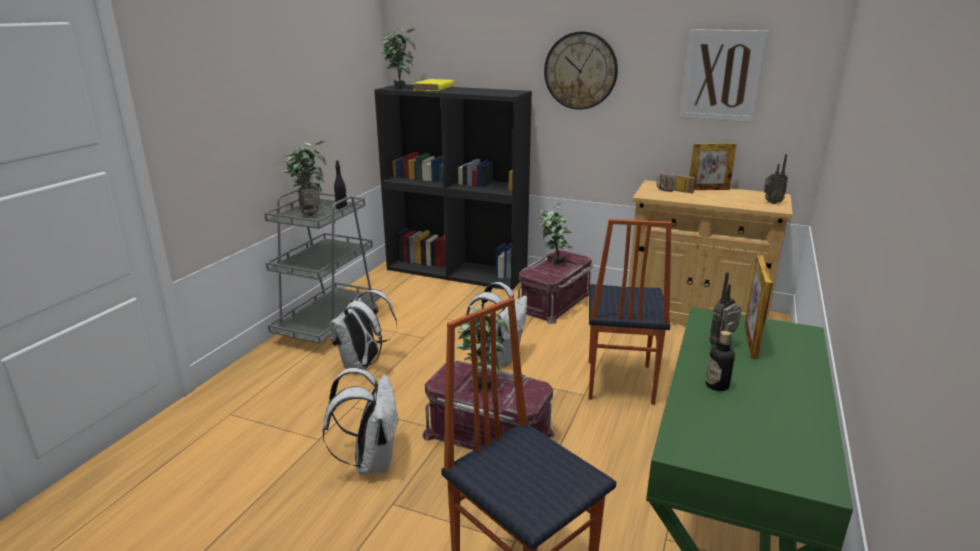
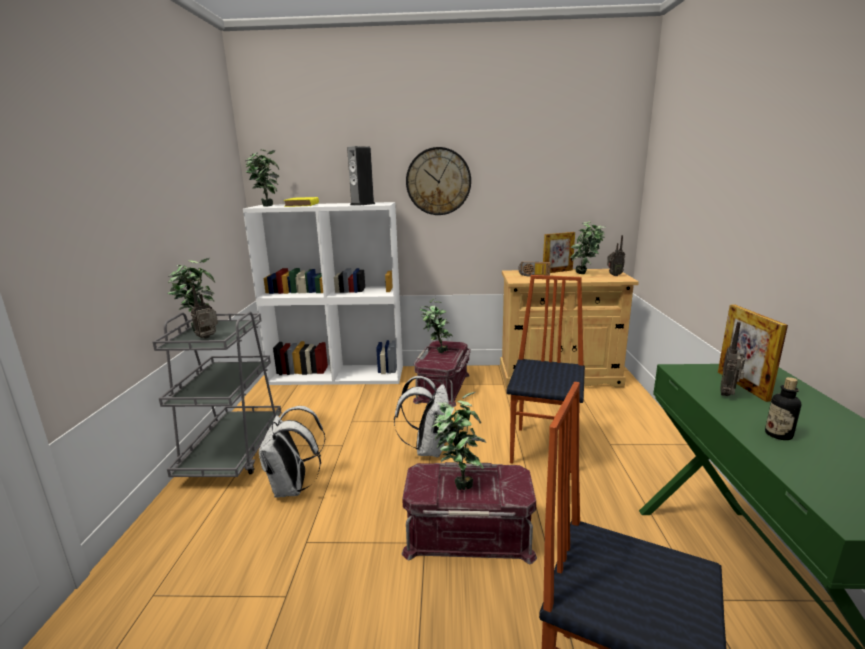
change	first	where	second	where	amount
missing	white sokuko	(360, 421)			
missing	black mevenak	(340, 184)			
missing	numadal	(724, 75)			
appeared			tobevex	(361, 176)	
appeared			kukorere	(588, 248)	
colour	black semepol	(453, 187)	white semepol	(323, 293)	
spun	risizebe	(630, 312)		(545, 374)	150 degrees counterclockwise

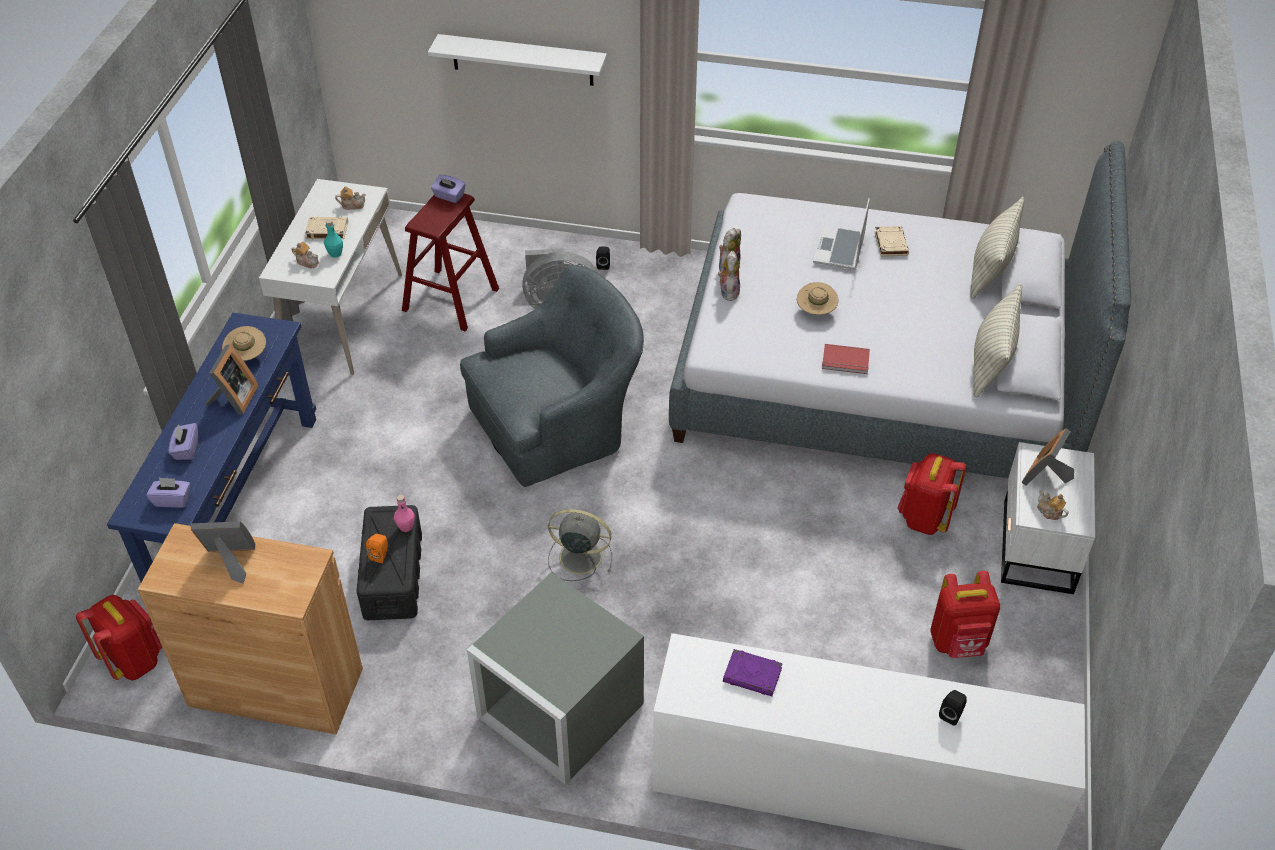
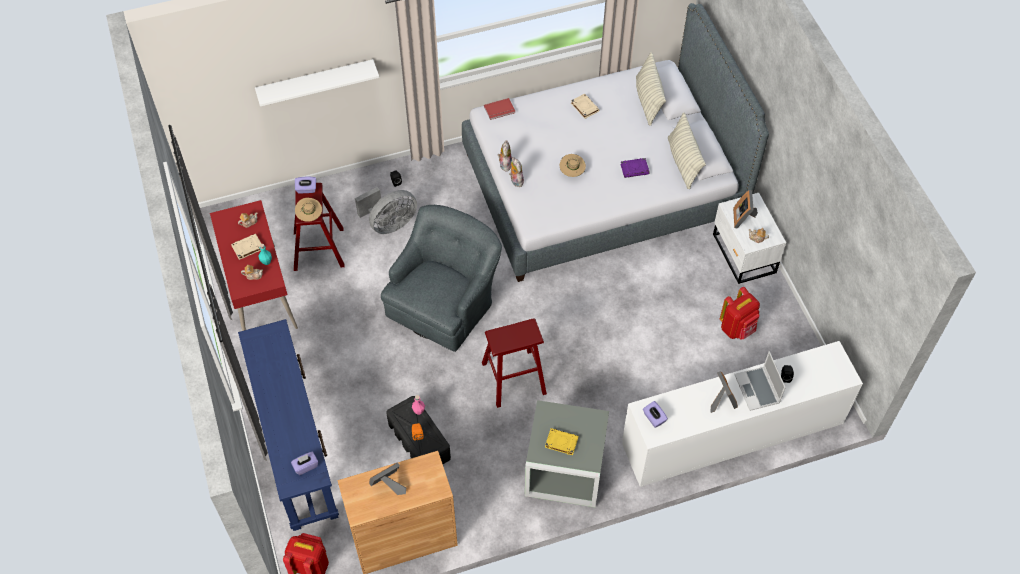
change	first	where	second	where	amount
missing	red sokuko	(931, 494)			
appeared			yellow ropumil	(562, 441)	
relocated	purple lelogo	(183, 441)		(655, 414)	
relocated	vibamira	(232, 380)		(724, 392)	
relocated	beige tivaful	(244, 343)		(308, 210)	
relocated	purple ropumil	(753, 672)		(635, 168)	
relocated	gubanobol	(841, 234)		(760, 381)	
relocated	red ropumil	(846, 359)		(499, 109)	
exchanged	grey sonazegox	(580, 545)	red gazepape	(514, 363)	
colour	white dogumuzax	(330, 277)	red dogumuzax	(254, 265)	

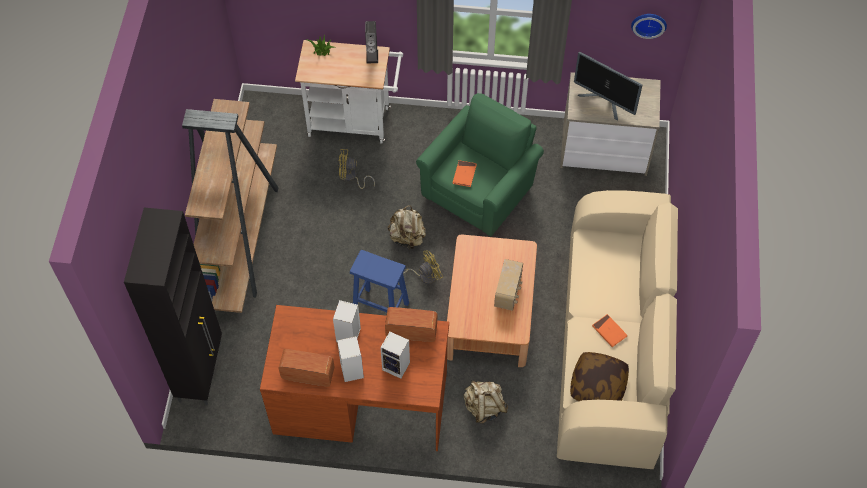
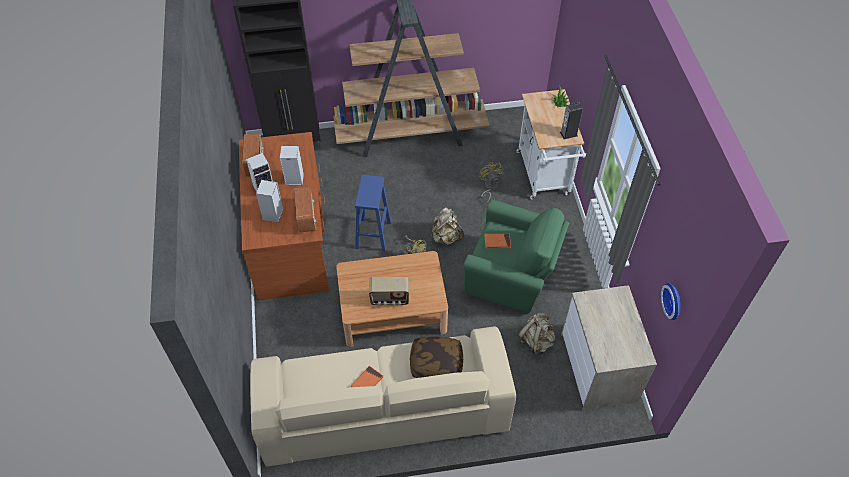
change	first	where	second	where	amount
missing	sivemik	(608, 85)			
relocated	beige sokuko	(486, 402)		(537, 335)	
relocated	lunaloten	(599, 376)		(436, 357)	

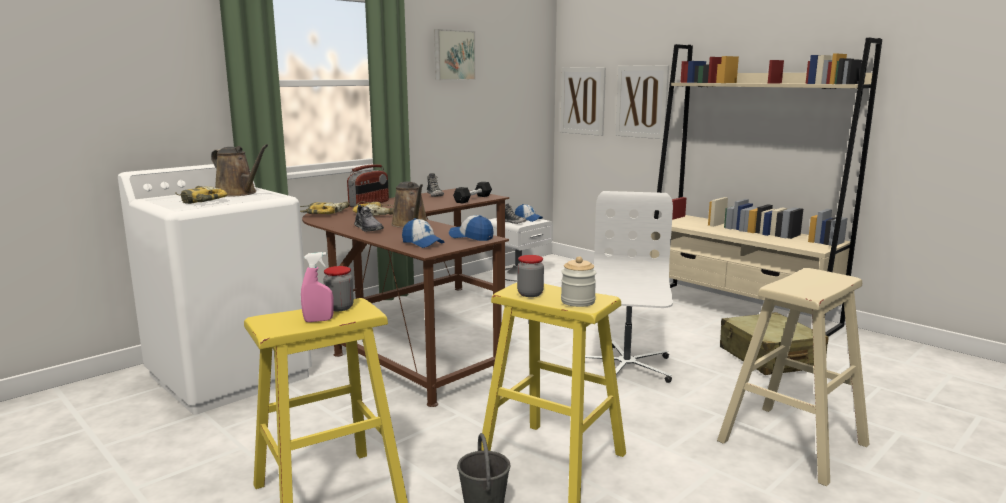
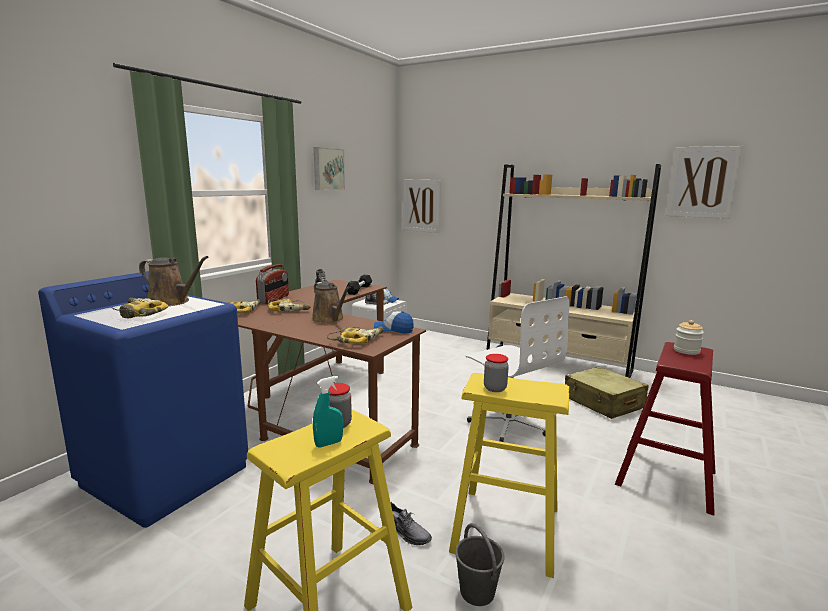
change	first	where	second	where	amount
relocated	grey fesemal	(369, 218)		(411, 523)	
relocated	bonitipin	(578, 282)		(689, 337)	
relocated	numadal	(642, 102)		(704, 182)	
exchanged	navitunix	(423, 233)	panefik	(355, 335)	
colour	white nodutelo	(215, 289)	blue nodutelo	(143, 399)	
colour	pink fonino	(317, 287)	turquoise fonino	(328, 411)	
colour	beige gazepape	(793, 377)	red gazepape	(665, 428)	
spun	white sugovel	(629, 287)		(517, 369)	150 degrees clockwise

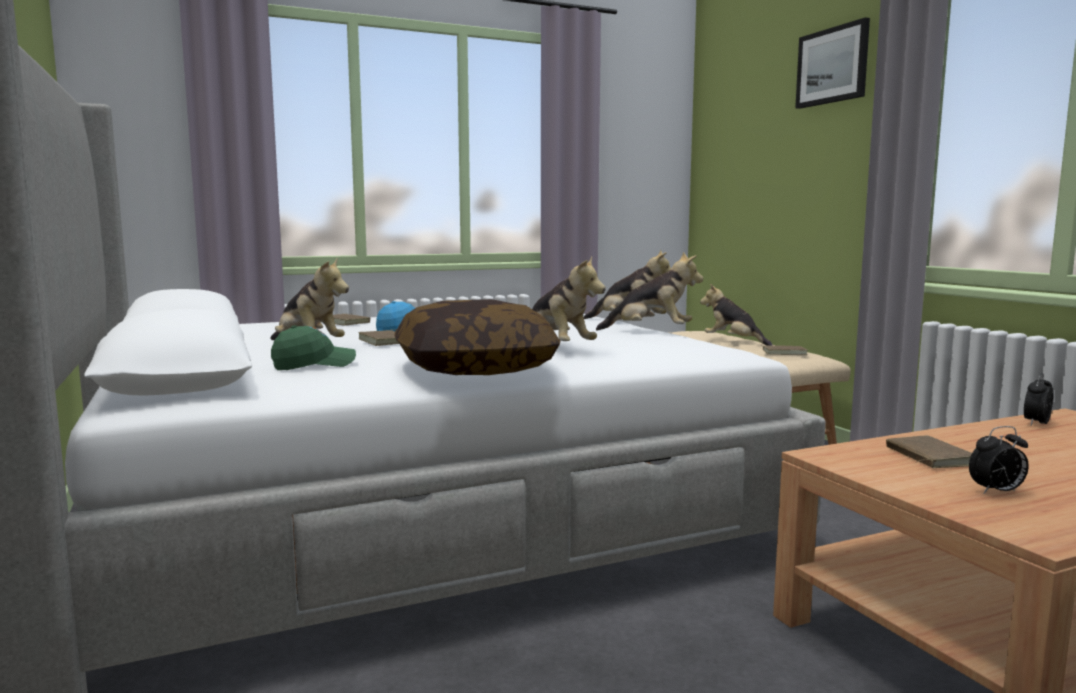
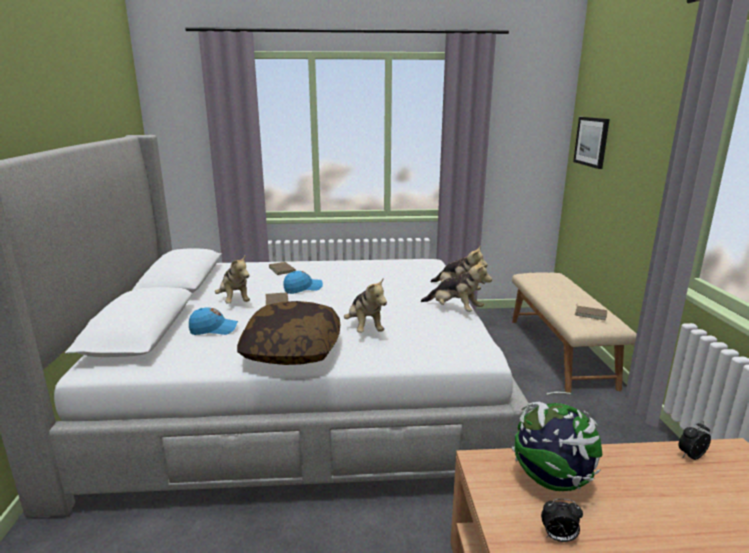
change	first	where	second	where	amount
missing	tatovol	(736, 314)			
relocated	numadal	(832, 63)		(591, 143)	
exchanged	brown ropumil	(929, 451)	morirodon	(557, 442)	
colour	green navitunix	(313, 347)	blue navitunix	(213, 321)	

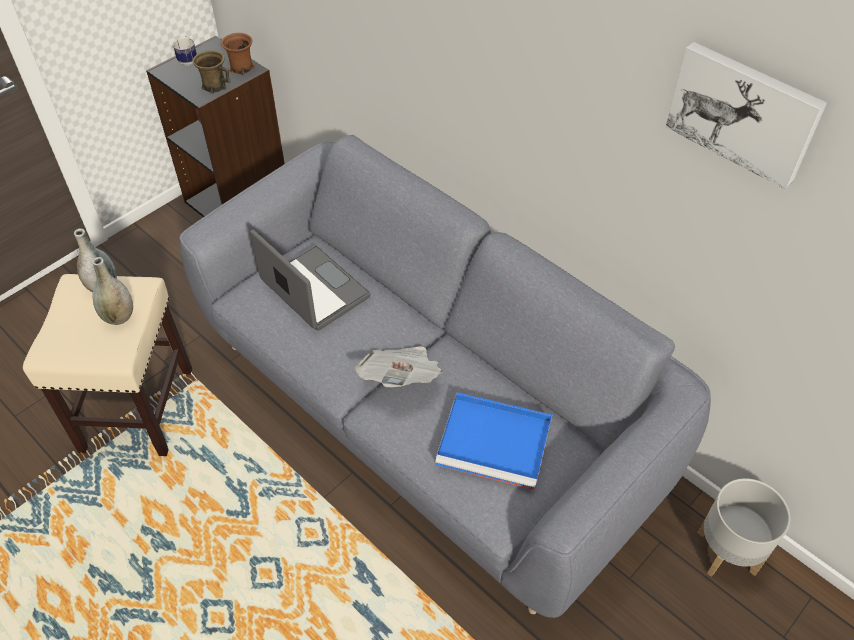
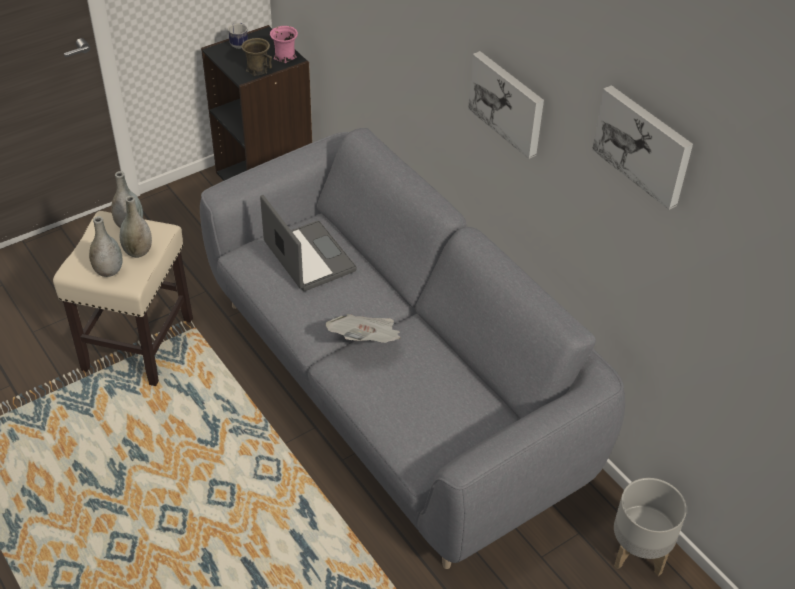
change	first	where	second	where	amount
missing	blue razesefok	(493, 441)			
appeared			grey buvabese	(106, 246)	
appeared			numadal	(506, 105)	
colour	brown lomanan	(238, 54)	pink lomanan	(284, 44)	

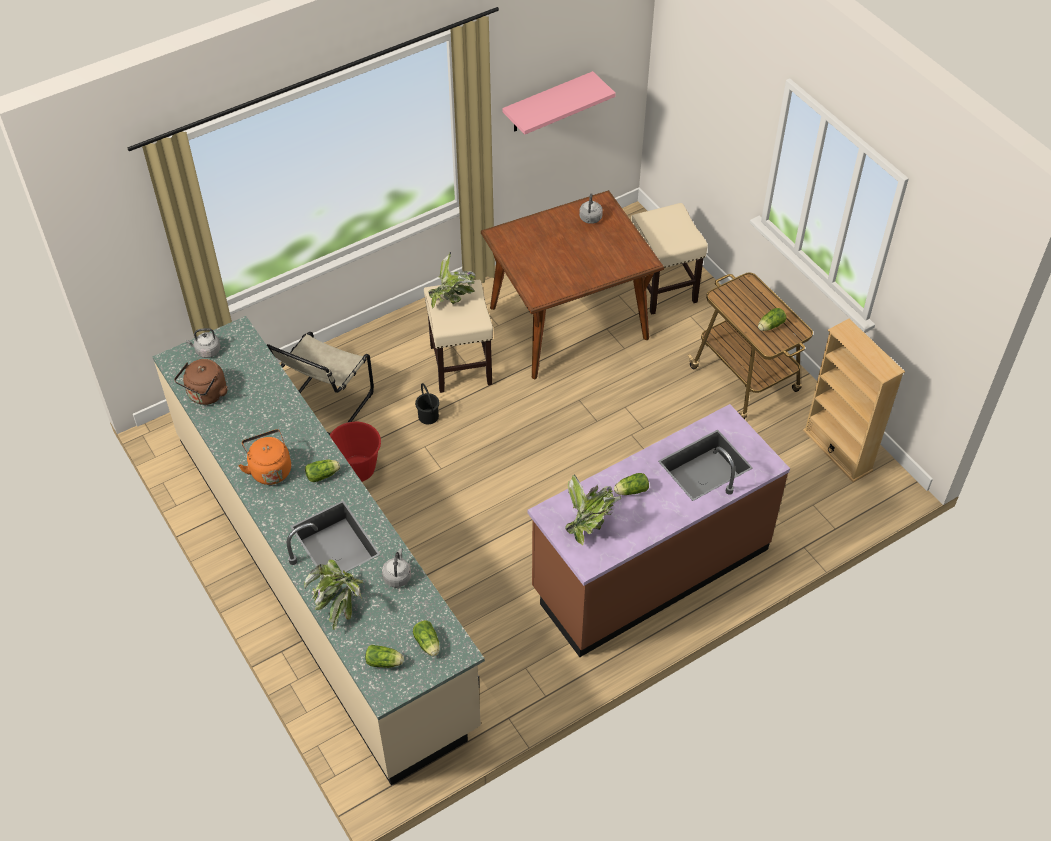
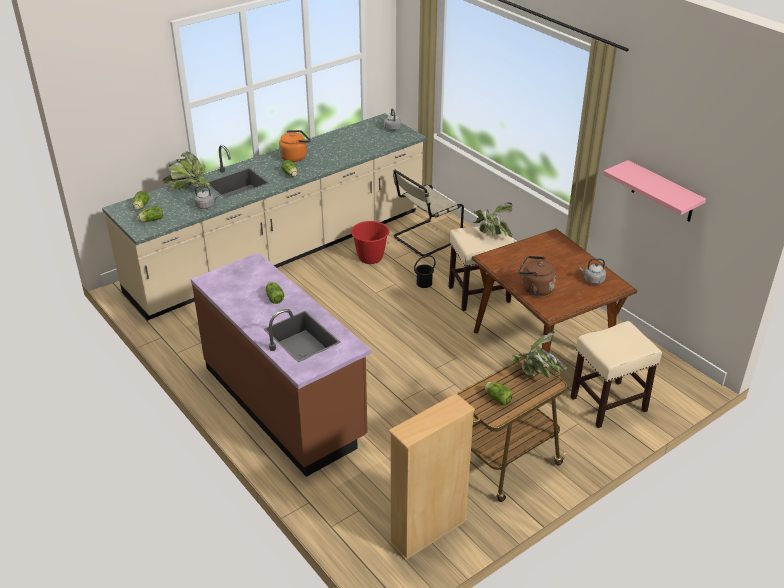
change	first	where	second	where	amount
relocated	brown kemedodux	(201, 382)		(537, 276)	
relocated	kukorere	(593, 510)		(537, 354)	
spun	beige risizebe	(320, 383)		(428, 213)	60 degrees counterclockwise

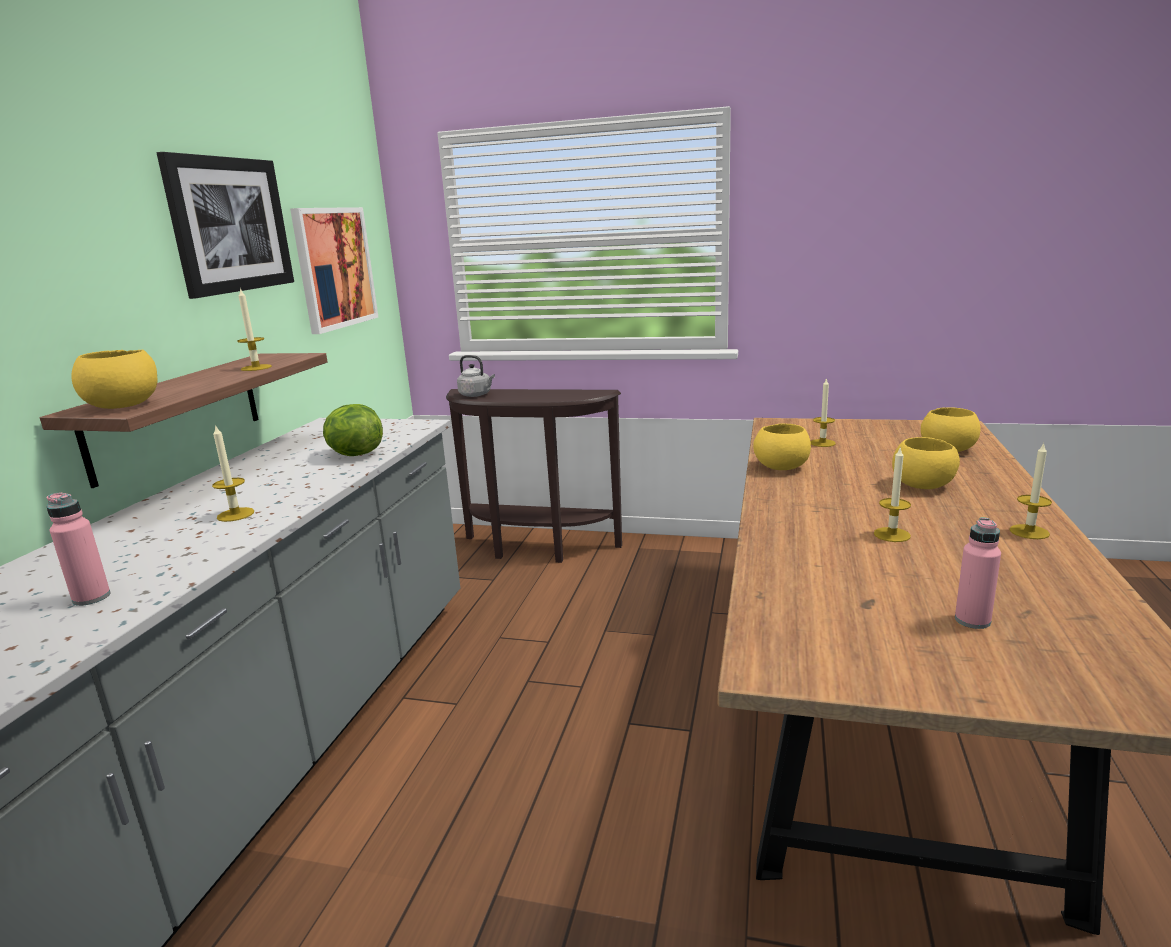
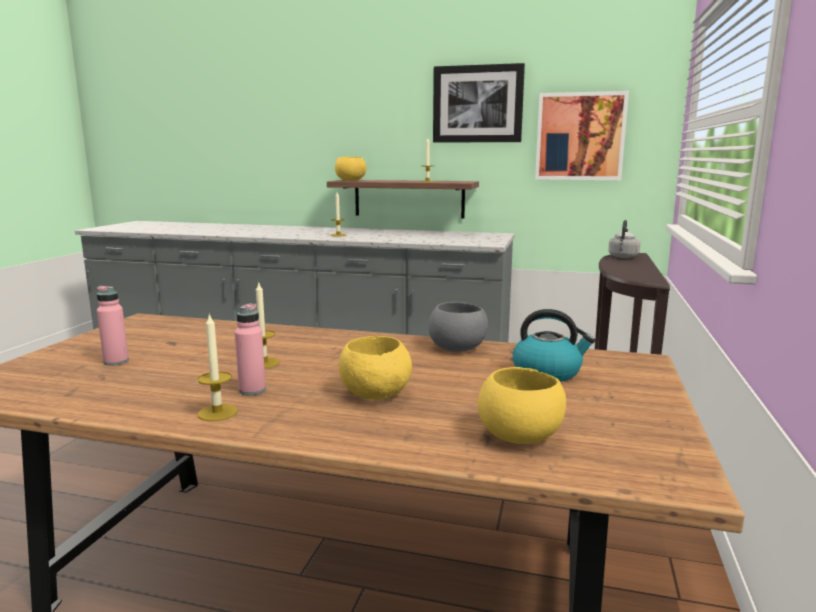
change	first	where	second	where	amount
missing	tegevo	(353, 430)			
relocated	pink mevenak	(78, 549)		(250, 349)	
exchanged	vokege	(823, 413)	kemedodux	(554, 345)	
colour	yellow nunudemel	(782, 446)	grey nunudemel	(458, 327)	

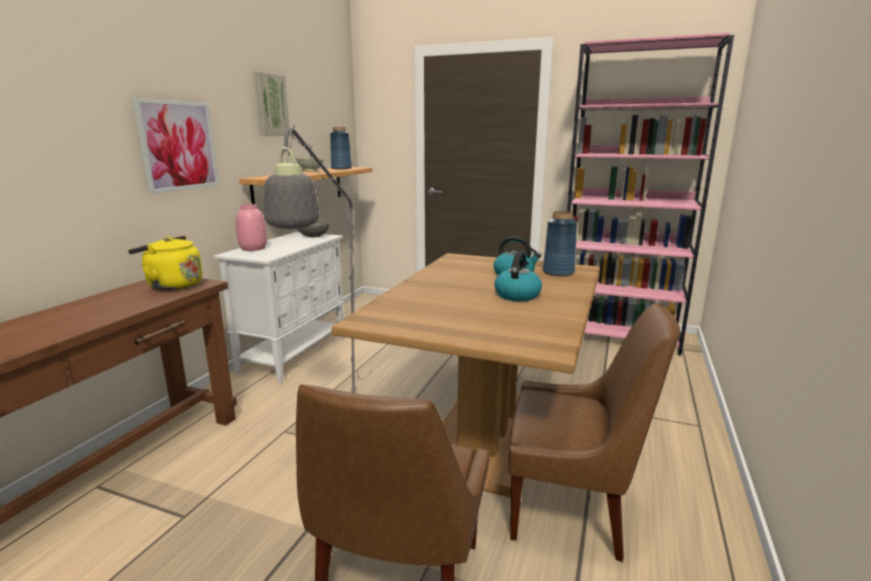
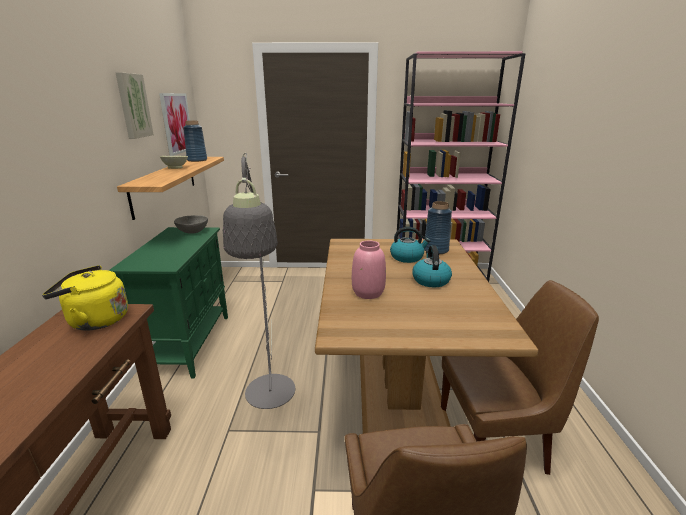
change	first	where	second	where	amount
relocated	numadal	(175, 146)		(174, 124)	
relocated	pink buvabese	(251, 227)		(369, 270)	
colour	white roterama	(279, 307)	green roterama	(168, 303)	

